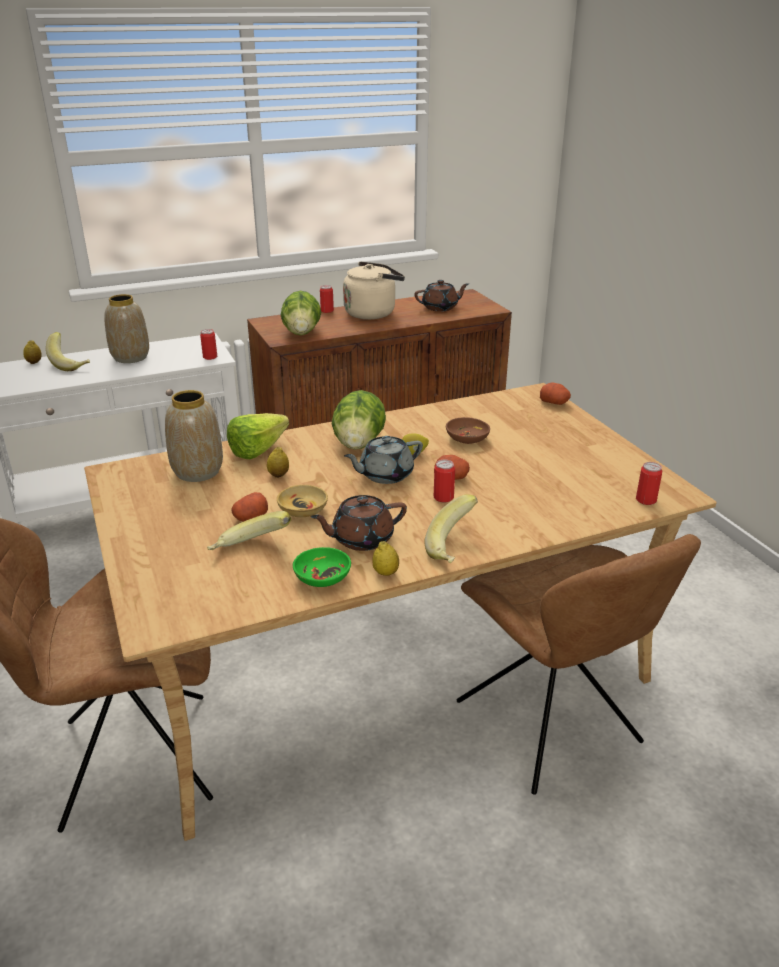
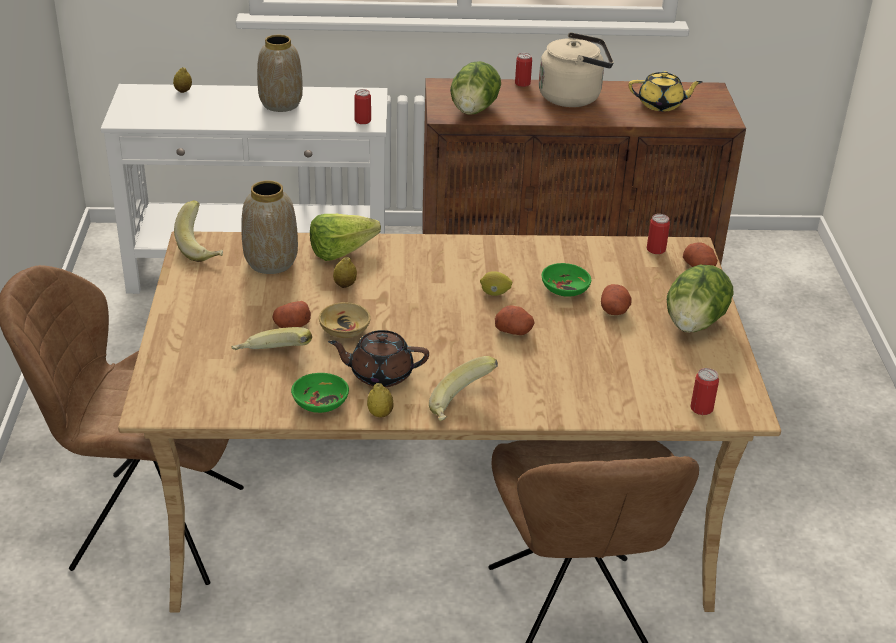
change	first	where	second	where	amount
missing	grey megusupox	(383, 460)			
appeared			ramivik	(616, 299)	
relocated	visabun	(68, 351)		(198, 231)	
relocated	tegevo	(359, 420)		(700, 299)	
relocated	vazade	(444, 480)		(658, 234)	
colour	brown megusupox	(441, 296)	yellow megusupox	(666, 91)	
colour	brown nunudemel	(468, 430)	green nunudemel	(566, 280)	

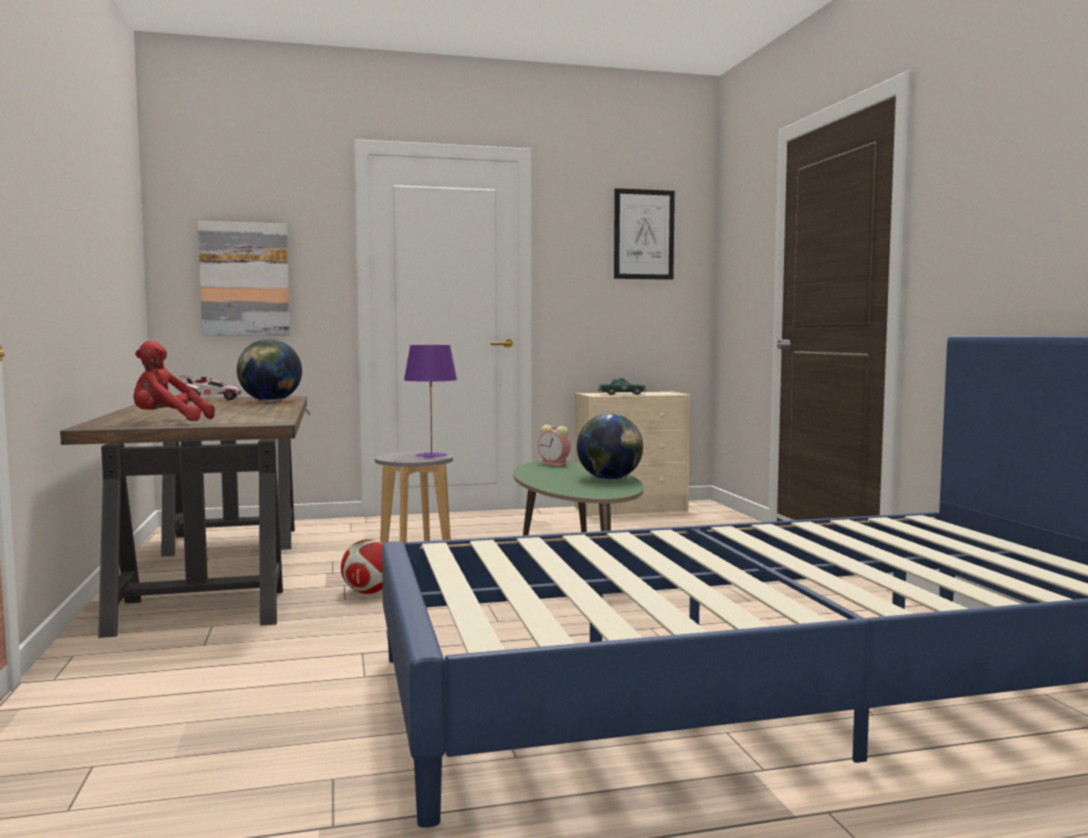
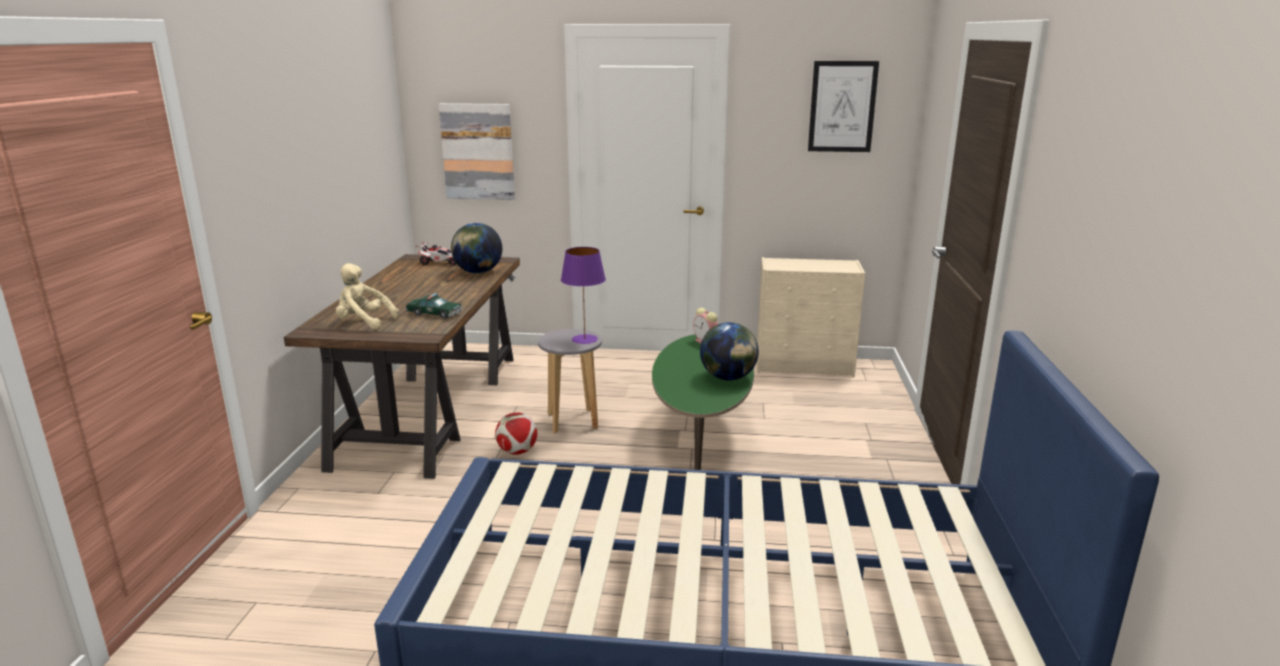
change	first	where	second	where	amount
relocated	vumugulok	(622, 386)		(434, 306)	
colour	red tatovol	(174, 381)	beige tatovol	(367, 296)	

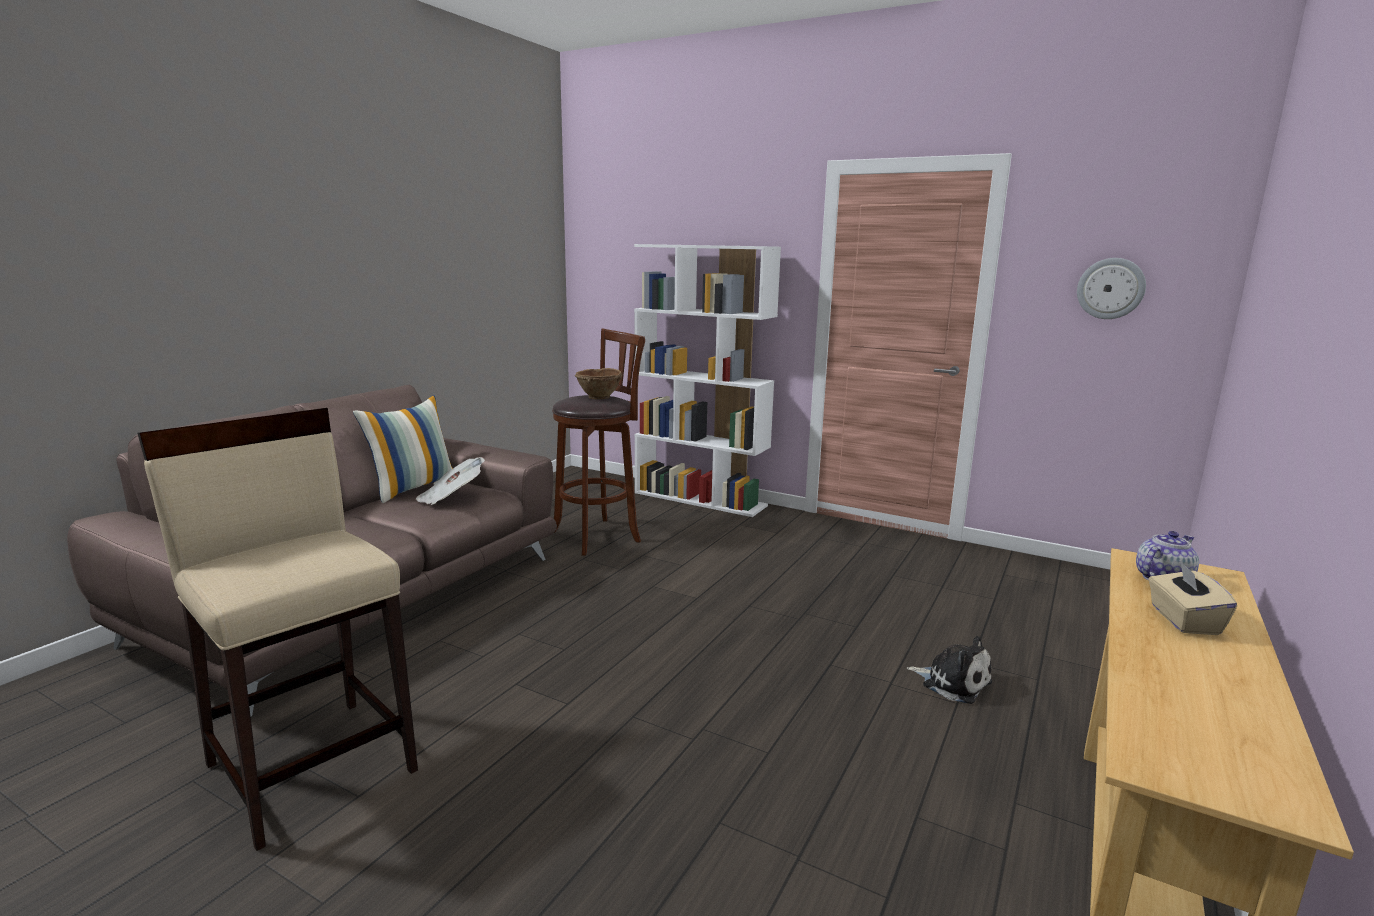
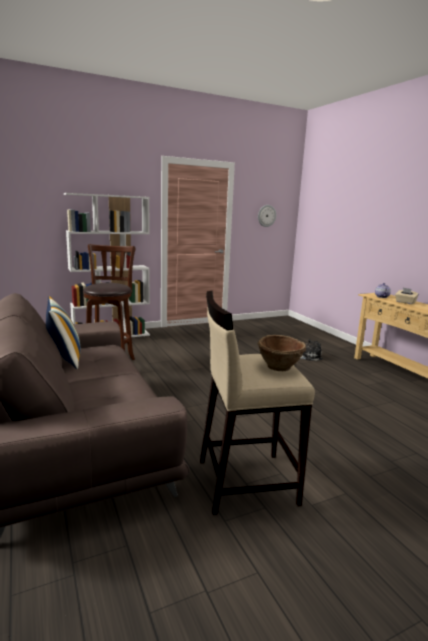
change	first	where	second	where	amount
missing	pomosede	(450, 481)			
relocated	brown nunudemel	(598, 383)		(282, 353)	

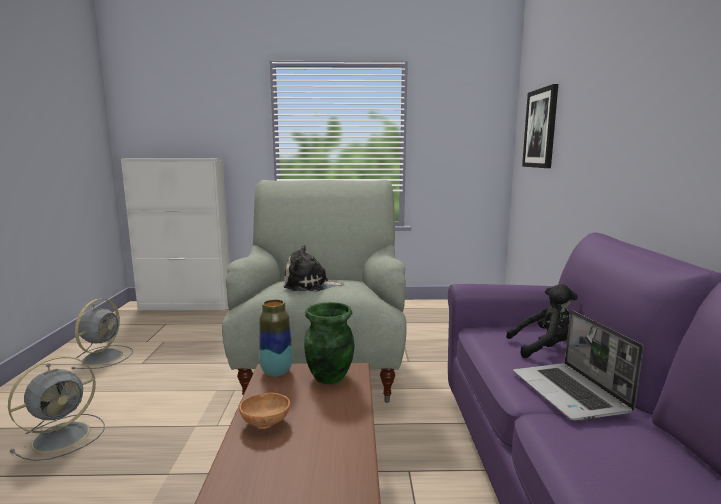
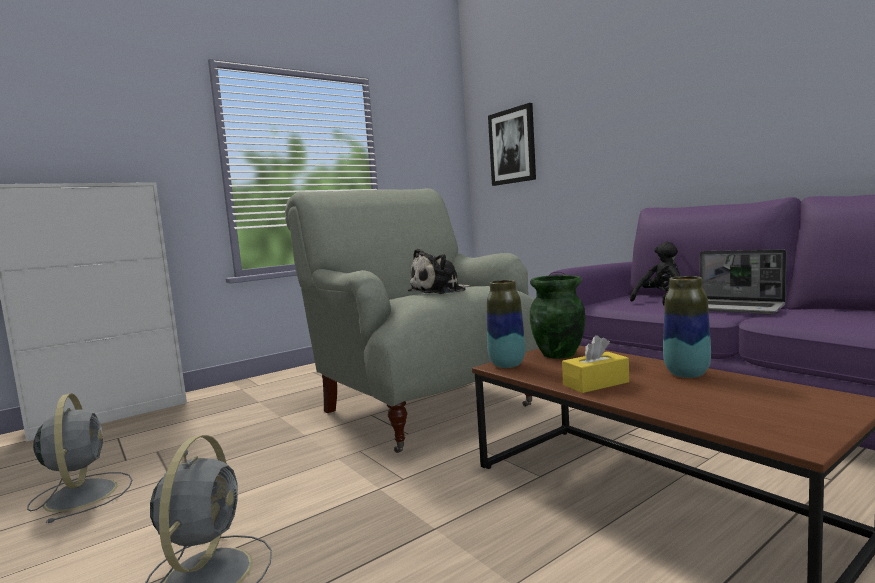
change	first	where	second	where	amount
appeared			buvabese	(687, 327)	
exchanged	brown nunudemel	(264, 411)	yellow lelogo	(595, 364)	

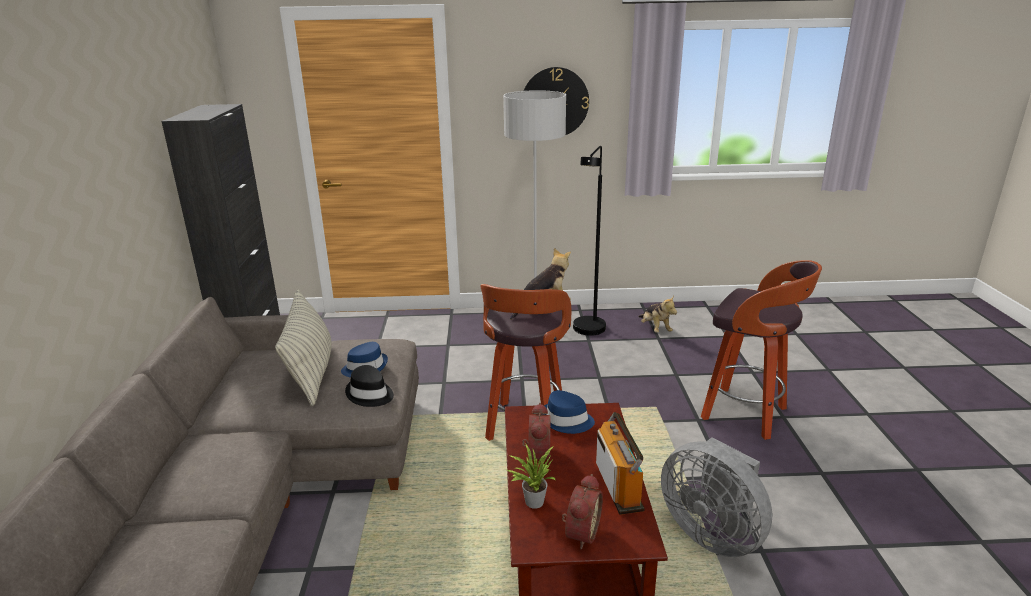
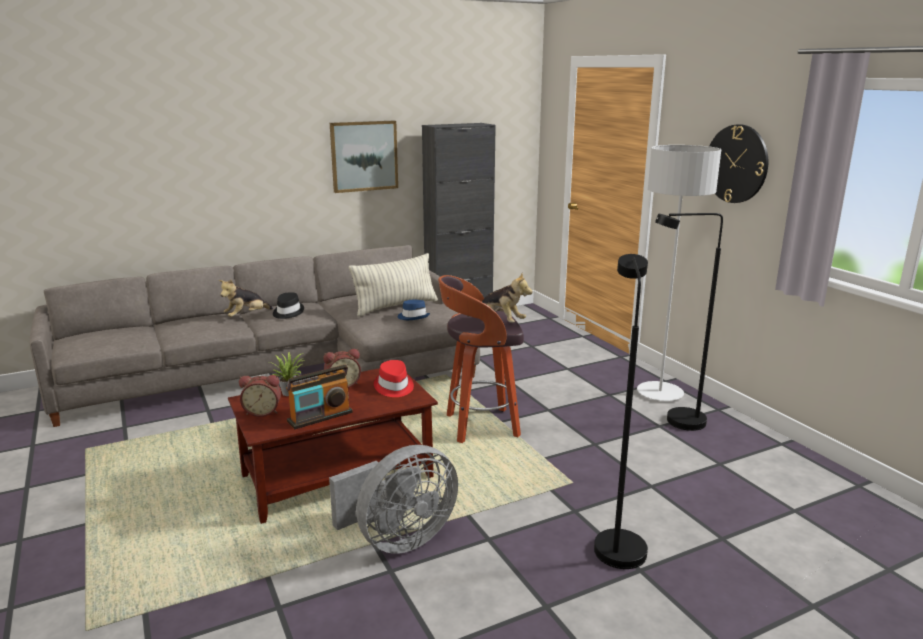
change	first	where	second	where	amount
appeared			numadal	(364, 157)	
relocated	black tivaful	(369, 386)		(288, 305)	
relocated	tatovol	(658, 314)		(246, 298)	
exchanged	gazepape	(761, 350)	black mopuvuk	(621, 411)	
colour	blue tivaful	(568, 412)	red tivaful	(394, 378)	
spun	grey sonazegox	(717, 497)		(393, 499)	150 degrees counterclockwise

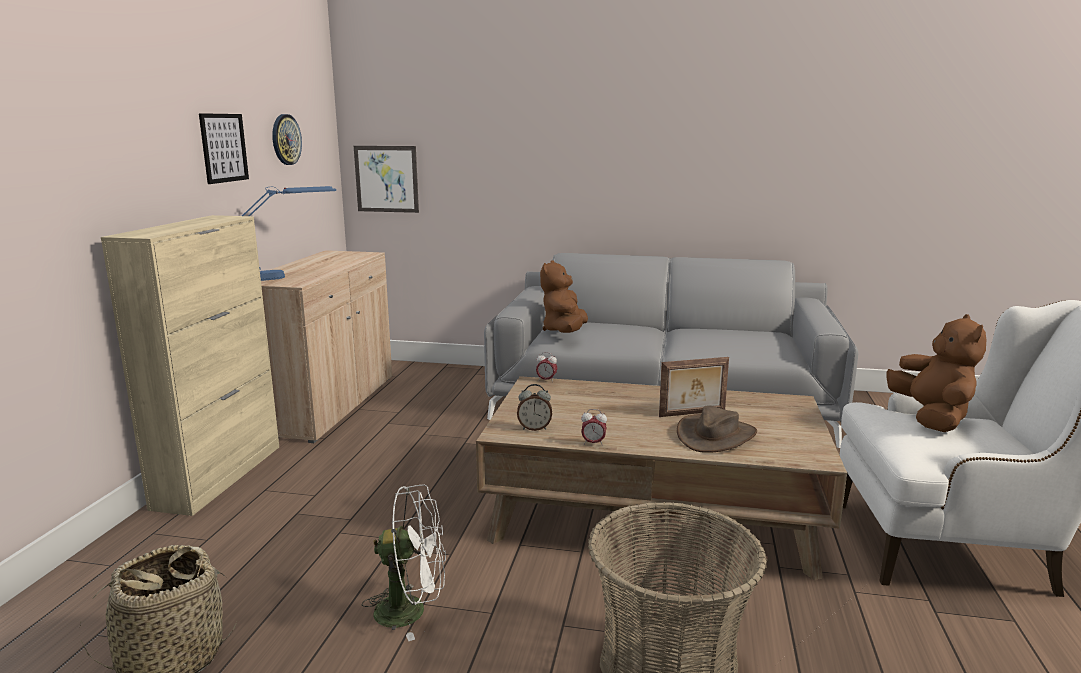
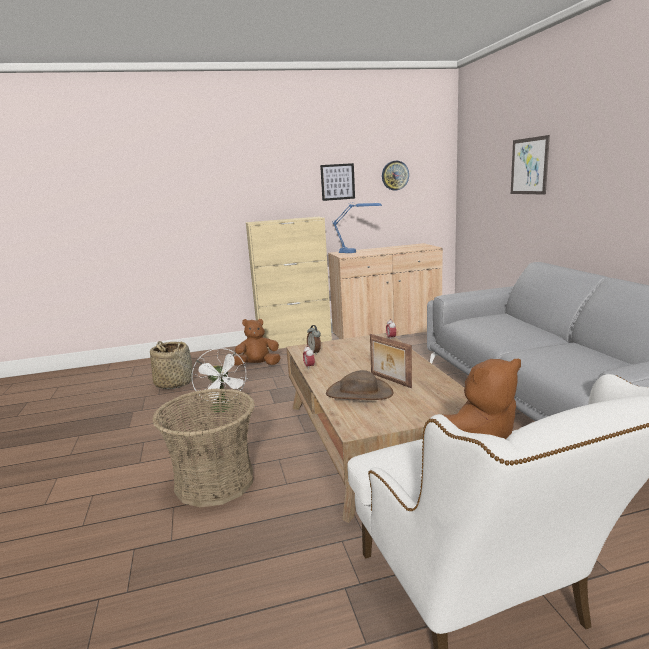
change	first	where	second	where	amount
relocated	numadal	(386, 179)		(530, 165)	
relocated	brown tatovol	(564, 296)		(257, 342)	

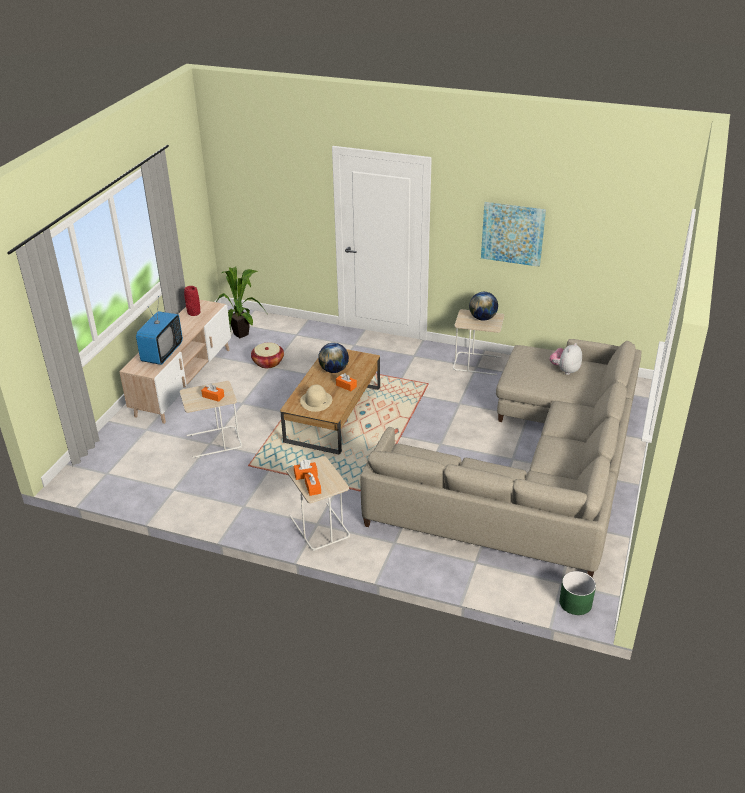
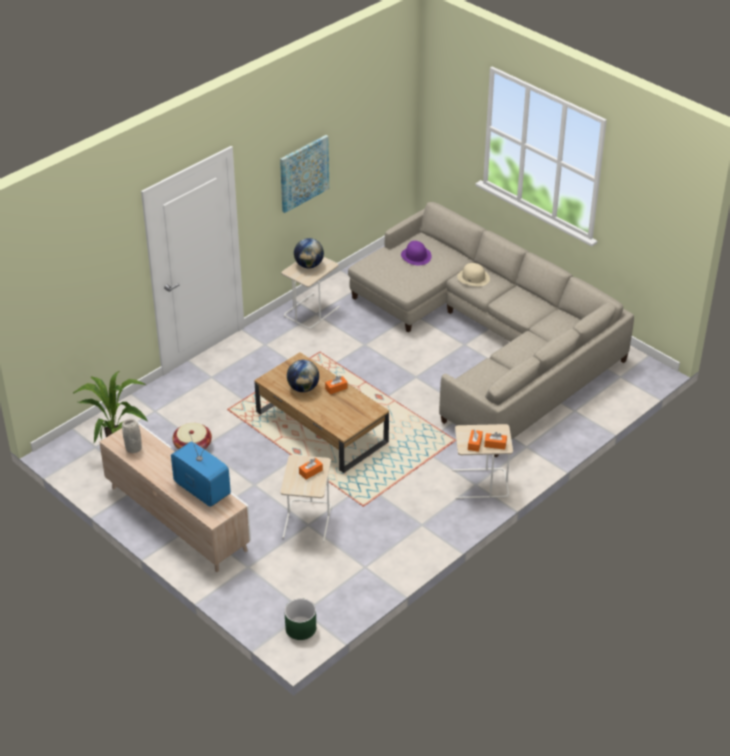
change	first	where	second	where	amount
relocated	beige tivaful	(316, 398)		(473, 274)	
relocated	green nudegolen	(577, 593)		(300, 619)	
exchanged	tatovol	(566, 359)	purple tivaful	(416, 253)	
colour	red buvabese	(192, 301)	grey buvabese	(132, 436)	

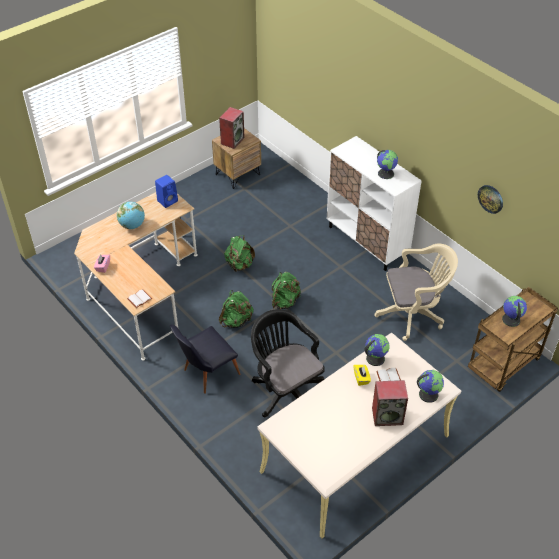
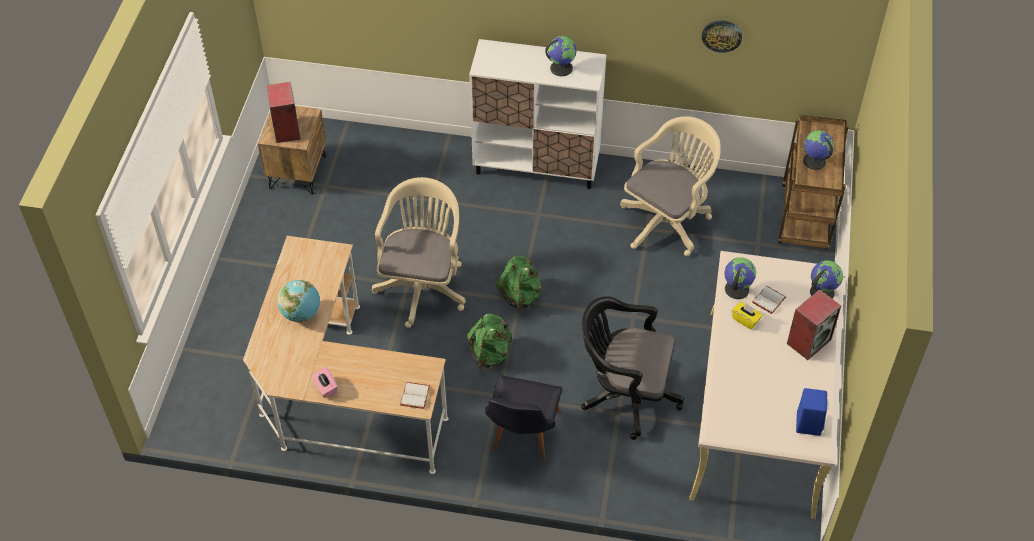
change	first	where	second	where	amount
relocated	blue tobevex	(166, 191)		(812, 412)	
exchanged	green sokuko	(239, 253)	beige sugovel	(419, 252)	

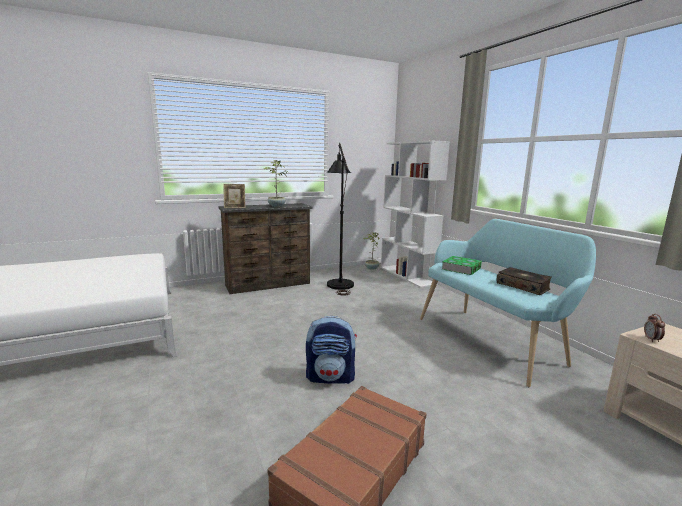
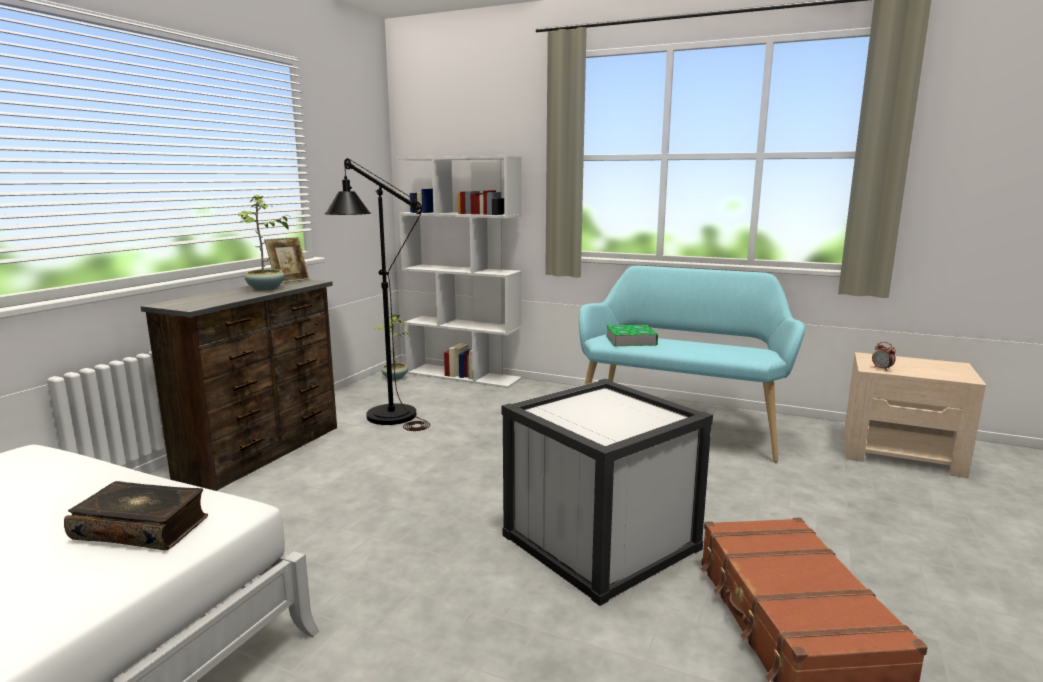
change	first	where	second	where	amount
relocated	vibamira	(234, 196)		(287, 260)	
relocated	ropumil	(524, 281)		(136, 515)	
exchanged	sokuko	(331, 350)	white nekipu	(607, 492)	

